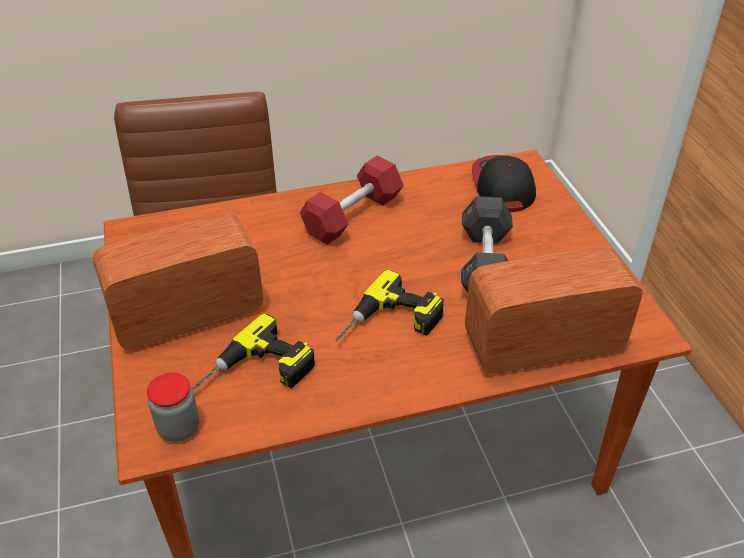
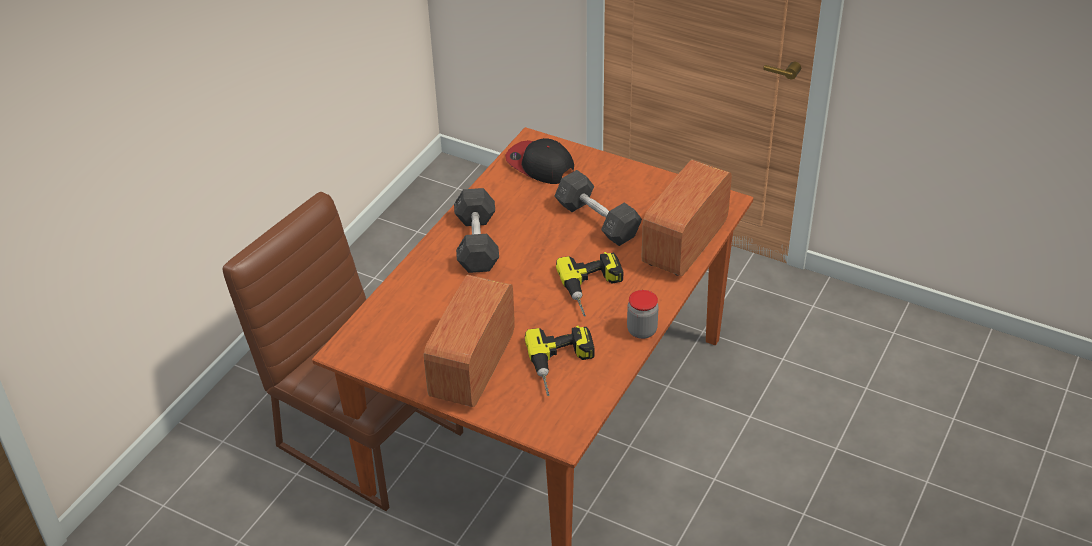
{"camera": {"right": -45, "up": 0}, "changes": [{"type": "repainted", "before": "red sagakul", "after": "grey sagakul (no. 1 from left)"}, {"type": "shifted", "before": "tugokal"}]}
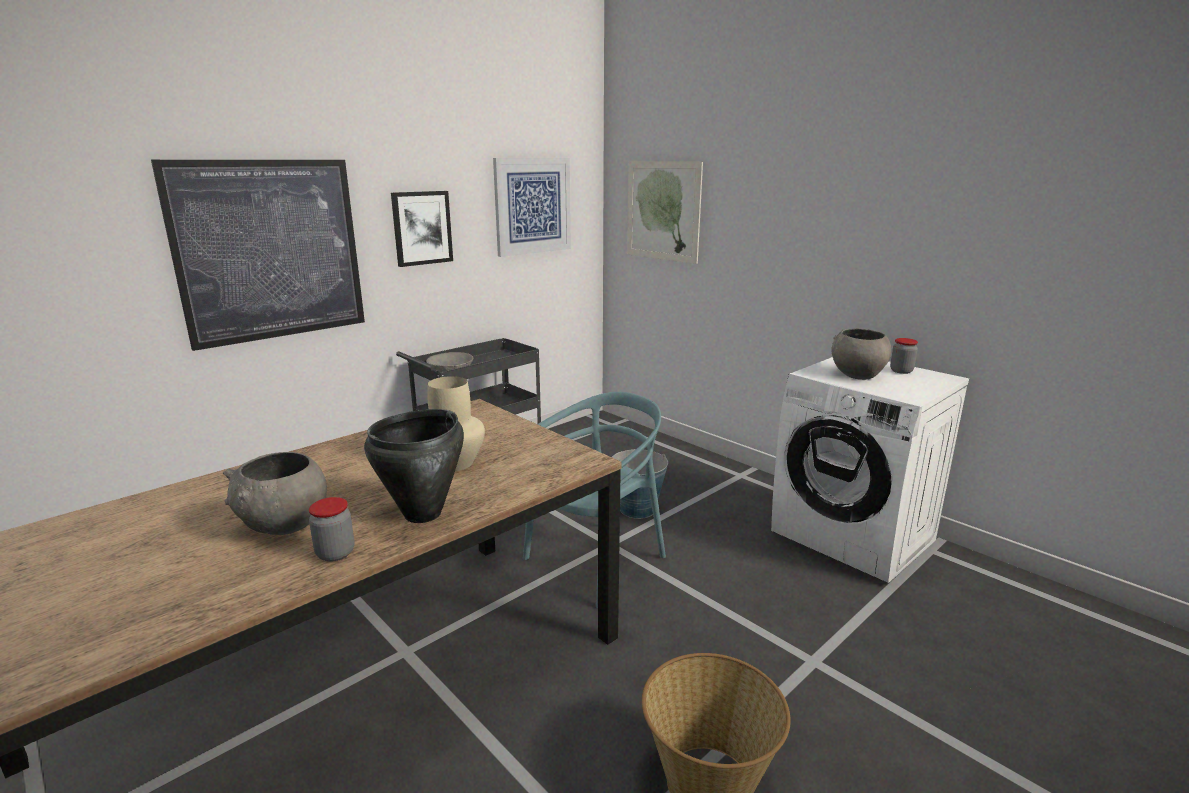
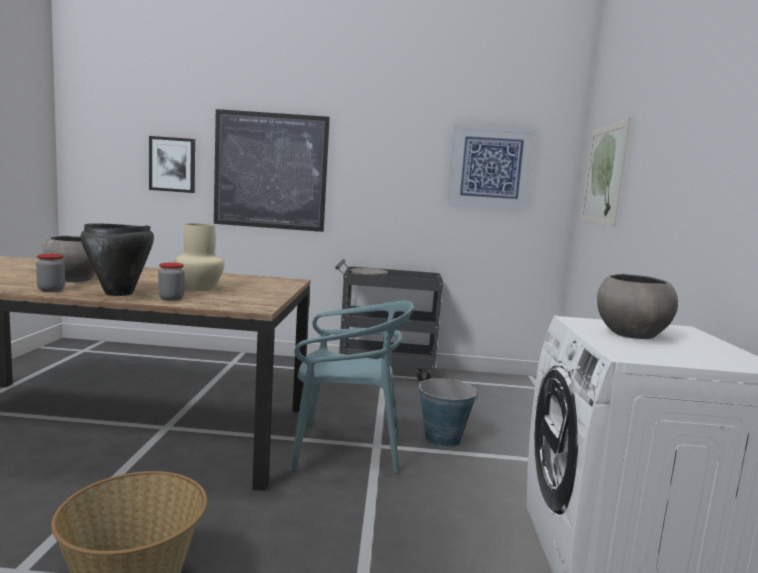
{"camera": {"right": 45, "up": -10}, "changes": [{"type": "shifted", "before": "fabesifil (no. 2 from left in the first image)", "after": "fabesifil (no. 1 from left)"}, {"type": "shifted", "before": "tugokal (no. 2 from left)"}]}
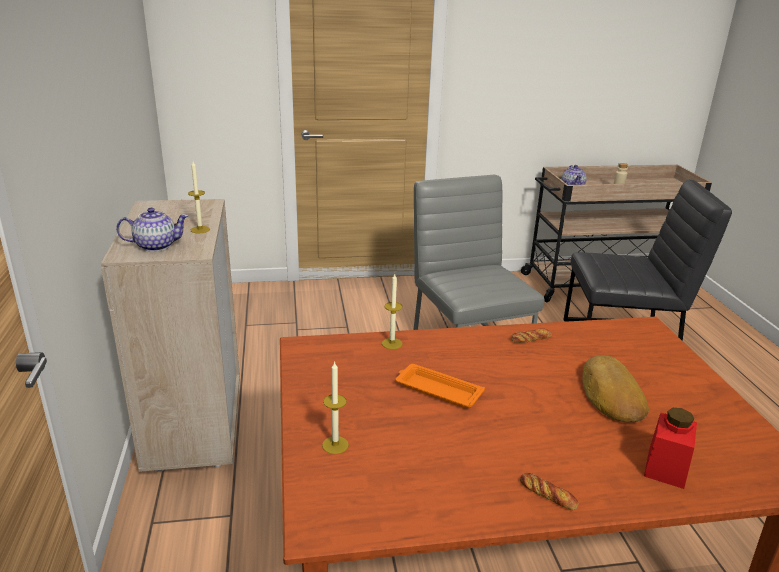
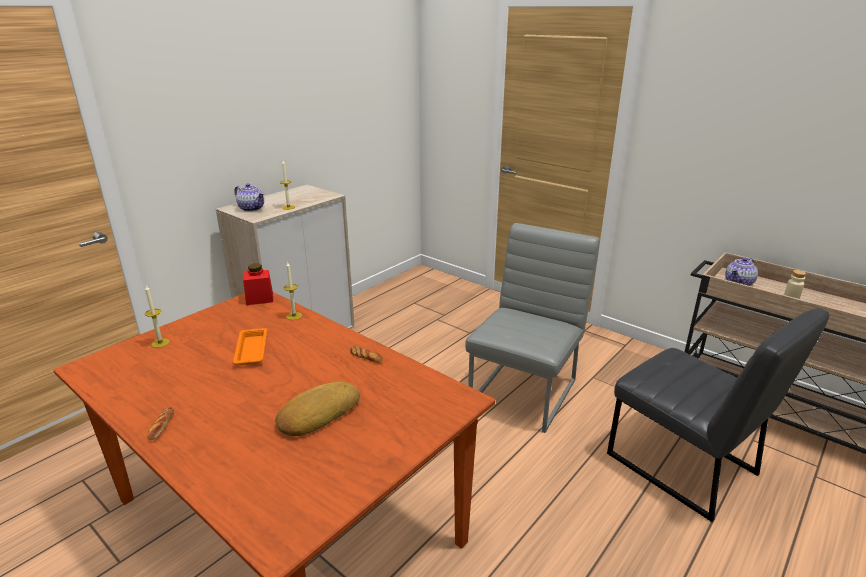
{"camera": {"right": 50, "up": 0}, "changes": [{"type": "shifted", "before": "red tugokal"}]}
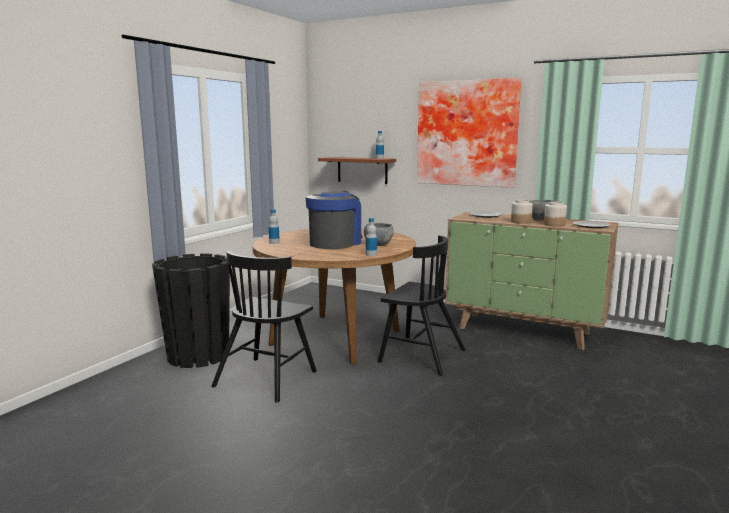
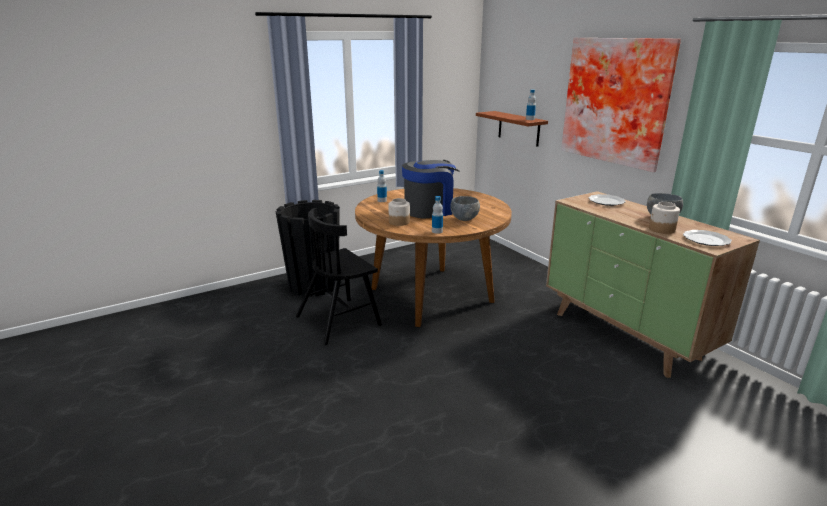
{"camera": {"right": 30, "up": 10}, "changes": [{"type": "shifted", "before": "tugokal (no. 1 from left)"}, {"type": "gone", "before": "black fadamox (no. 2 from left)"}]}
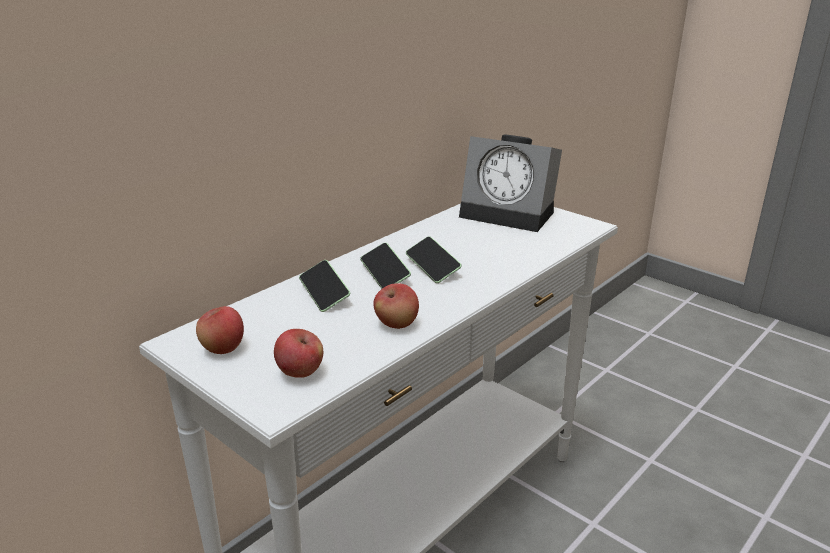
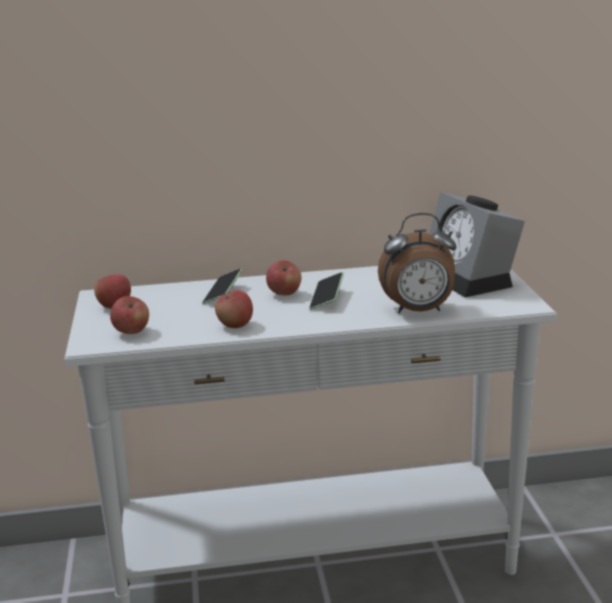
{"camera": {"right": 40, "up": -5}, "changes": [{"type": "swapped", "before": "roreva (no. 2 from left)", "after": "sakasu (no. 4 from left)"}, {"type": "new", "after": "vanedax (no. 1 from left)"}]}
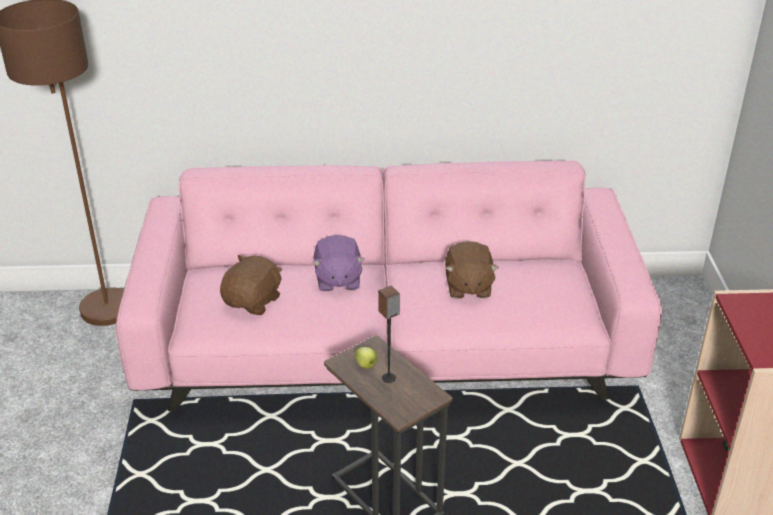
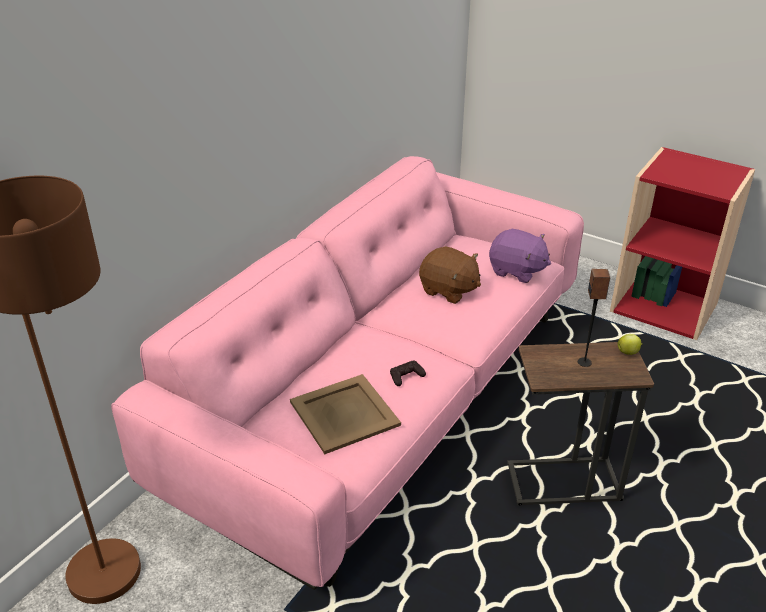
{"camera": {"right": -55, "up": 0}, "changes": [{"type": "shifted", "before": "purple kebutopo"}, {"type": "swapped", "before": "brown kebutopo (no. 1 from left)", "after": "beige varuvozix"}, {"type": "shifted", "before": "sakasu"}, {"type": "new", "after": "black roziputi"}]}
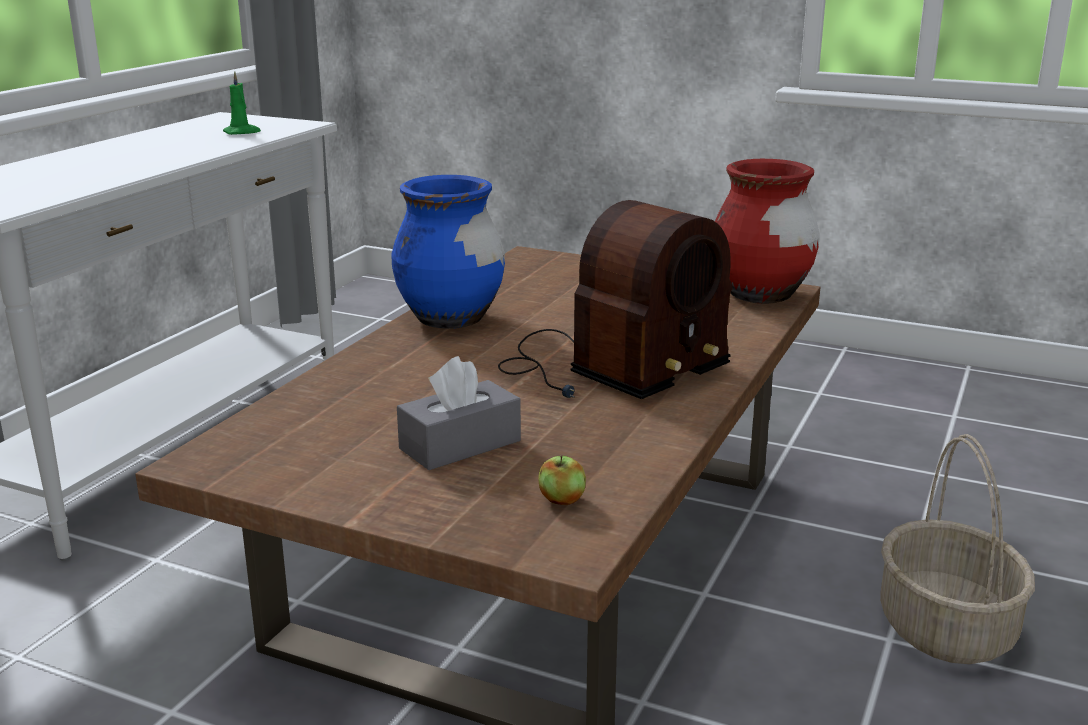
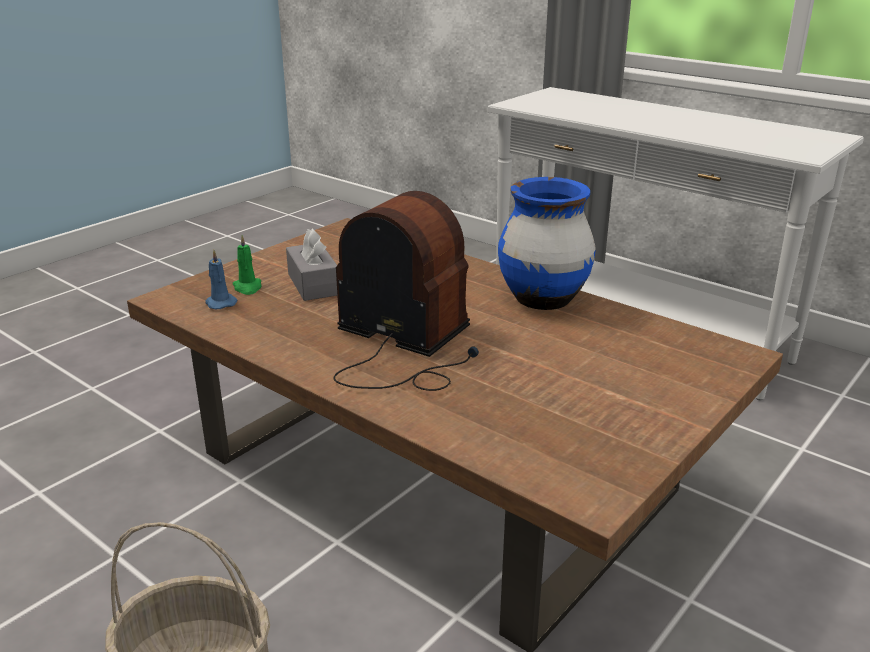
{"camera": {"right": 105, "up": 5}, "changes": [{"type": "shifted", "before": "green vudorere"}, {"type": "gone", "before": "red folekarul"}, {"type": "rotated", "before": "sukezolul", "turn": 150}, {"type": "swapped", "before": "sakasu", "after": "blue vudorere"}]}
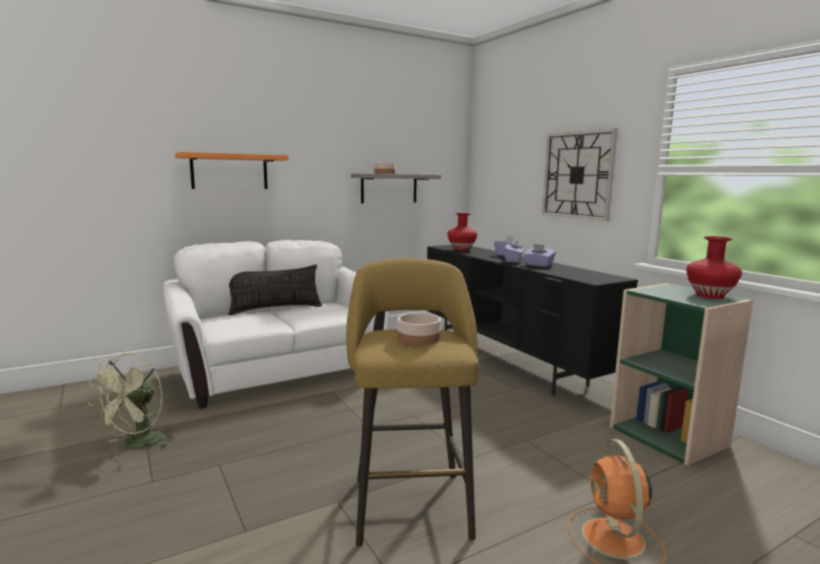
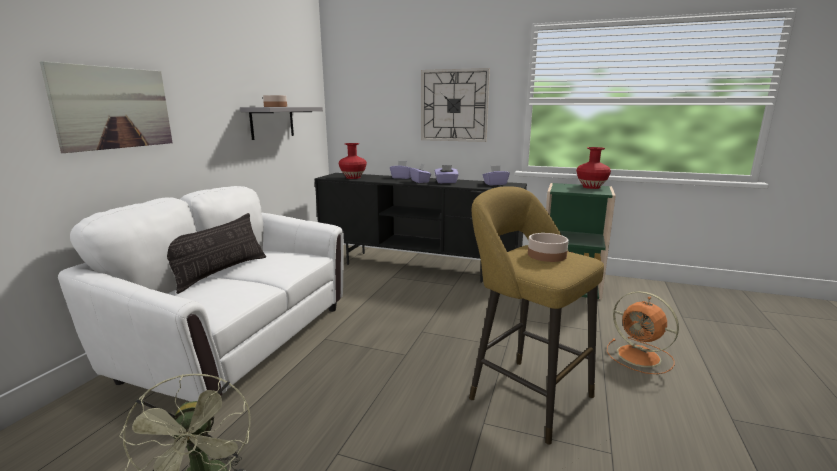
{"camera": {"right": -40, "up": 5}, "changes": [{"type": "swapped", "before": "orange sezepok", "after": "fabesifil"}, {"type": "new", "after": "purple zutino (no. 4 from left)"}]}
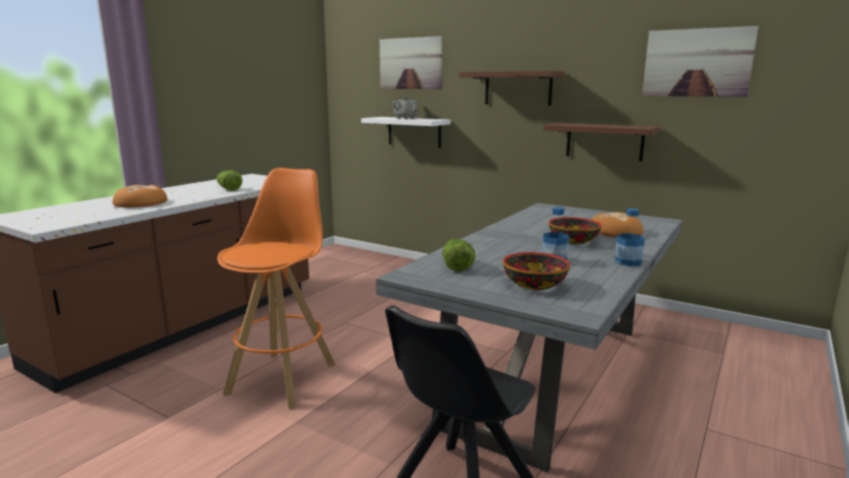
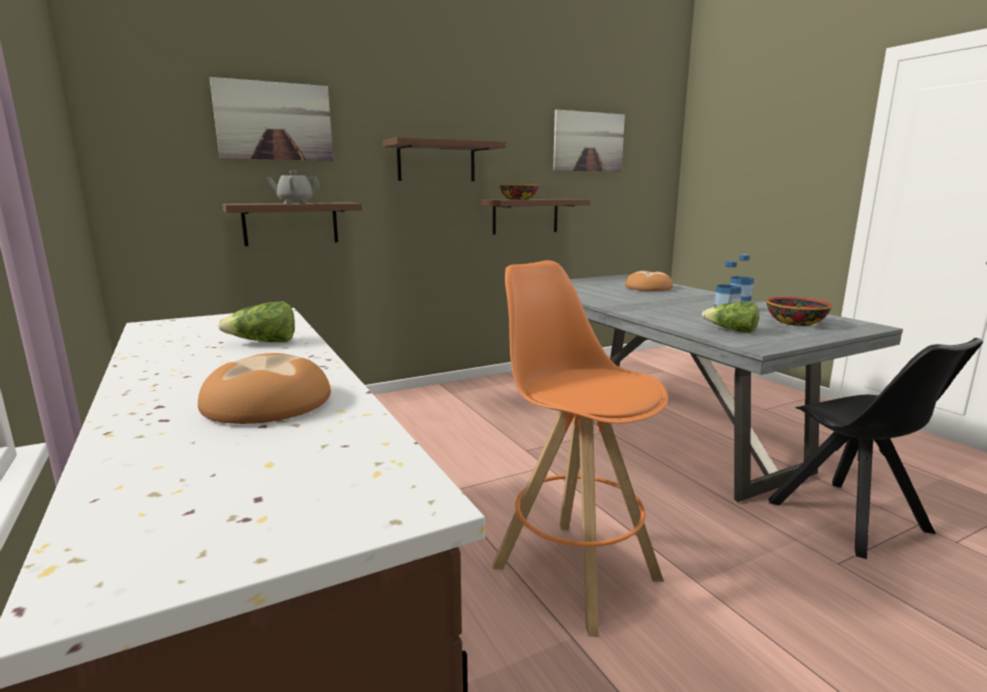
{"camera": {"right": -60, "up": 0}, "changes": [{"type": "repainted", "before": "white sezepok", "after": "brown sezepok (no. 1 from left)"}, {"type": "shifted", "before": "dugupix (no. 2 from left in the first image)", "after": "dugupix (no. 1 from left)"}]}
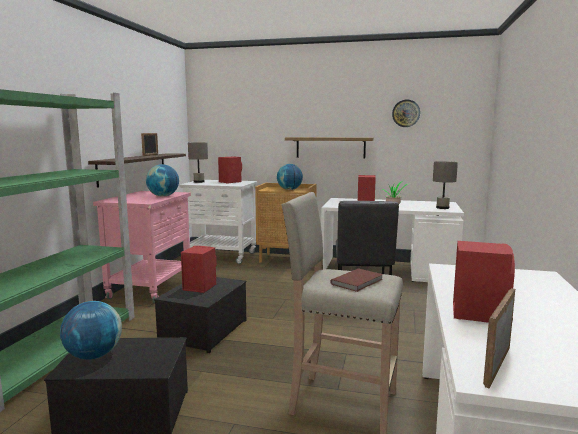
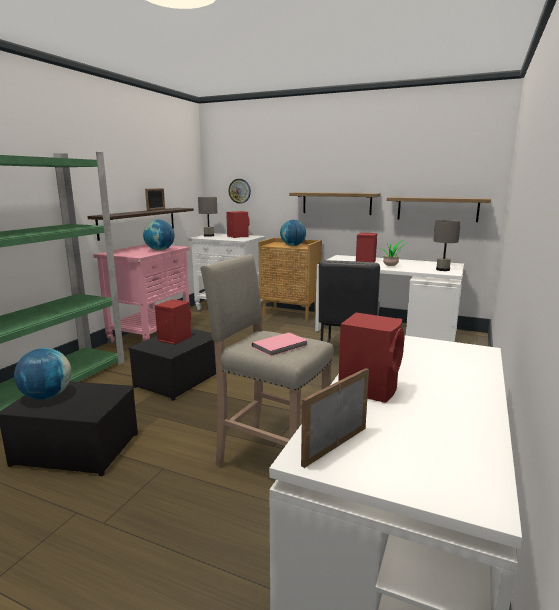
{"camera": {"right": 10, "up": 5}, "changes": [{"type": "shifted", "before": "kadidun"}, {"type": "repainted", "before": "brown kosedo", "after": "pink kosedo"}, {"type": "new", "after": "sezepok (no. 3 from left)"}]}
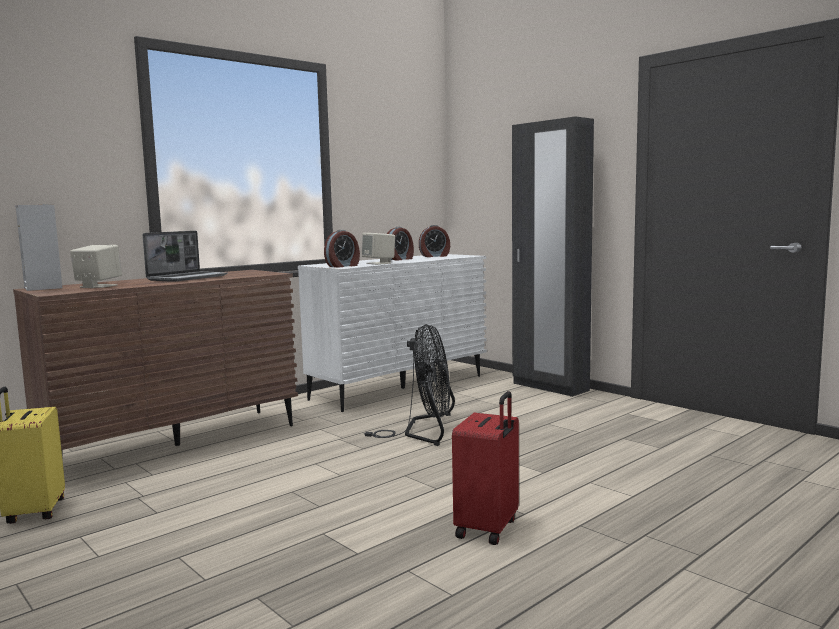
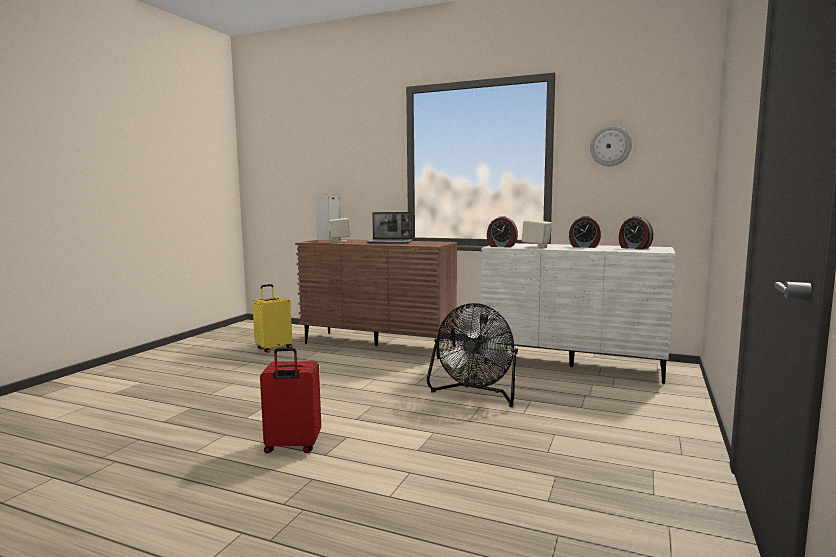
{"camera": {"right": 65, "up": 0}, "changes": [{"type": "gone", "before": "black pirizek"}, {"type": "rotated", "before": "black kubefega", "turn": 45}, {"type": "new", "after": "kadidun"}]}
